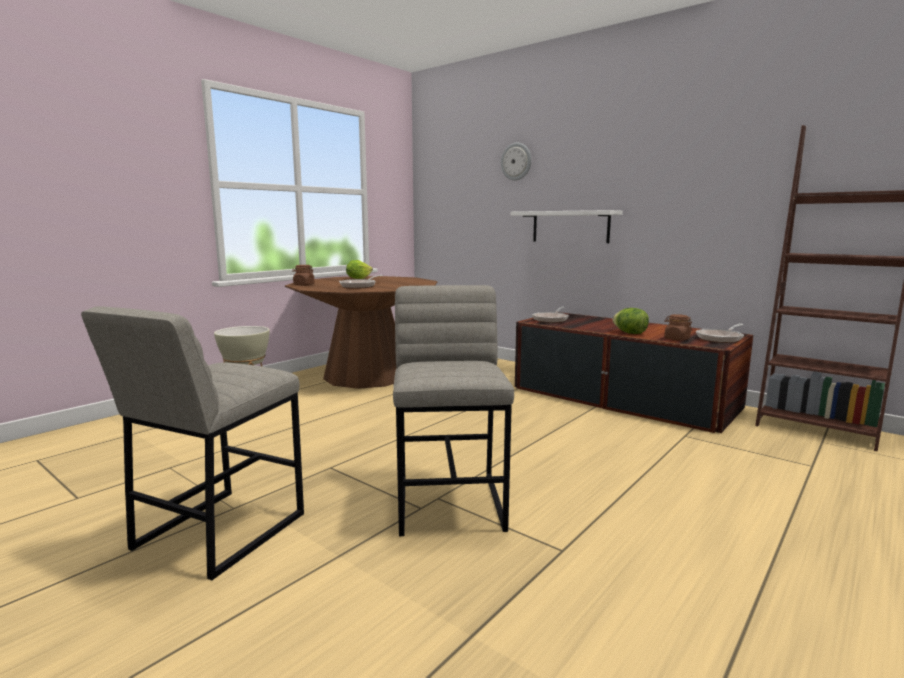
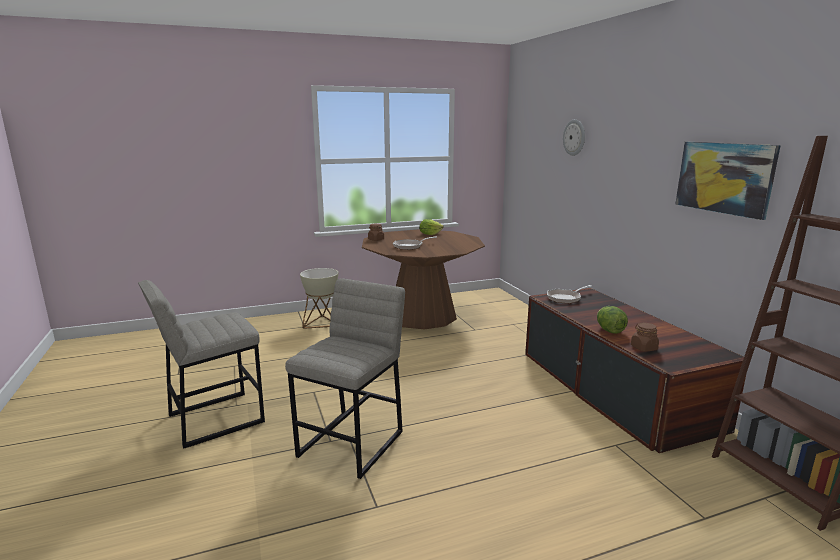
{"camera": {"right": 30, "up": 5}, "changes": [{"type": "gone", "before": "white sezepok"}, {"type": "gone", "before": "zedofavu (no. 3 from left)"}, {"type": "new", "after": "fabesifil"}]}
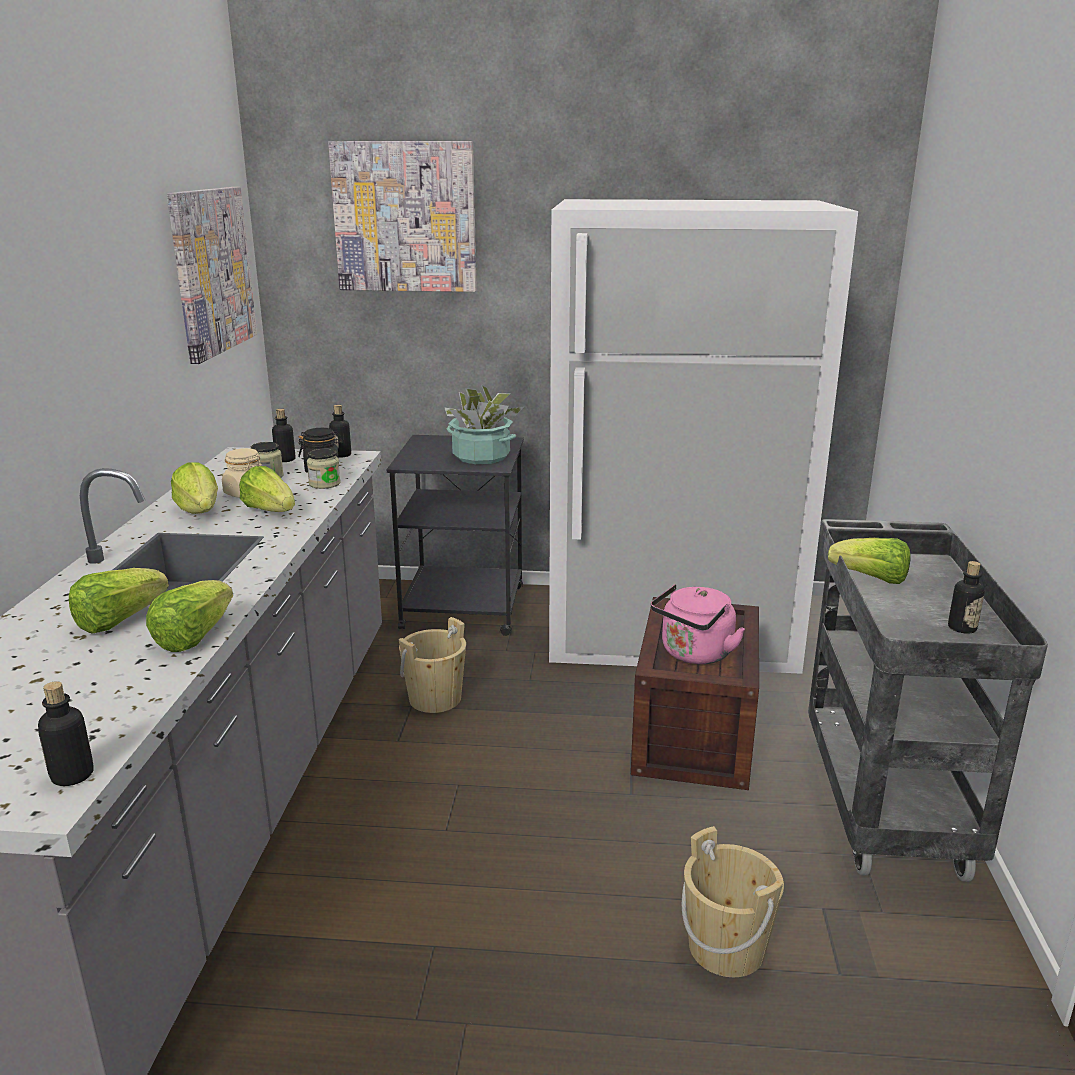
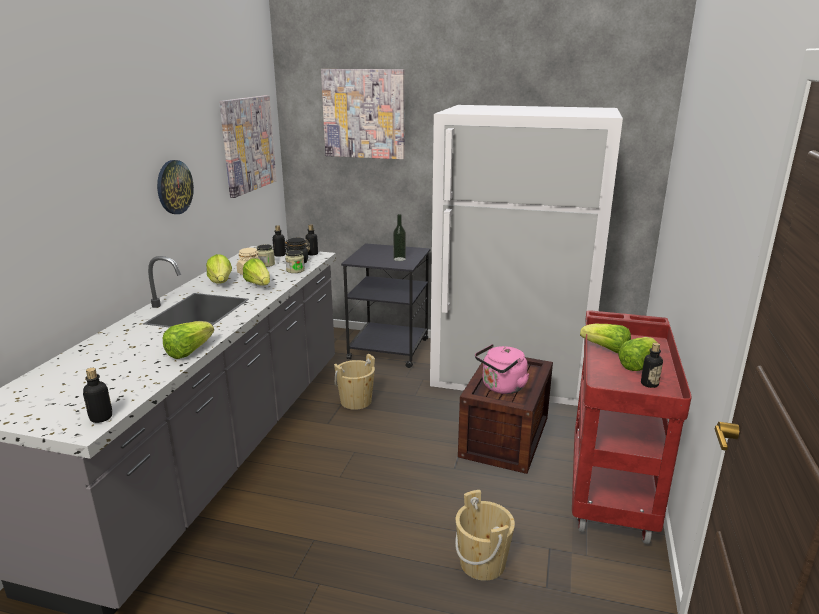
{"camera": {"right": 10, "up": 0}, "changes": [{"type": "swapped", "before": "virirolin", "after": "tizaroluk (no. 4 from left)"}, {"type": "repainted", "before": "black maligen (no. 2 from left)", "after": "red maligen"}, {"type": "shifted", "before": "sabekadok (no. 1 from left in the first image)", "after": "sabekadok (no. 5 from left)"}, {"type": "new", "after": "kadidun"}]}
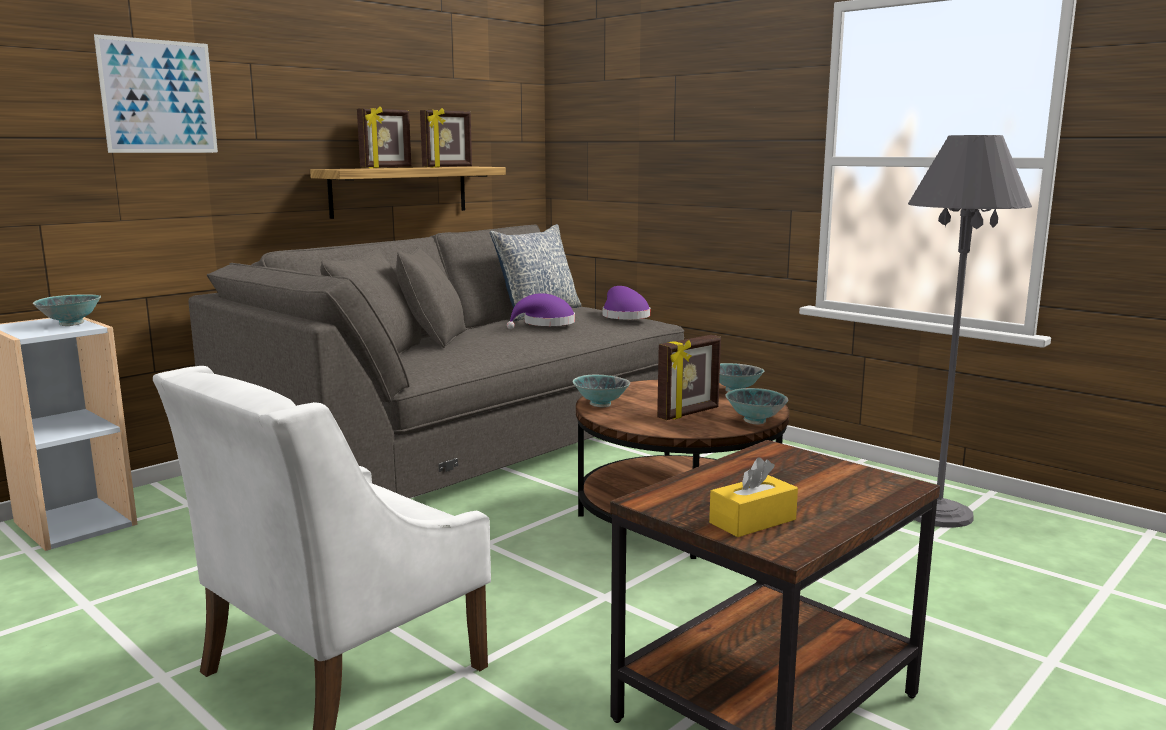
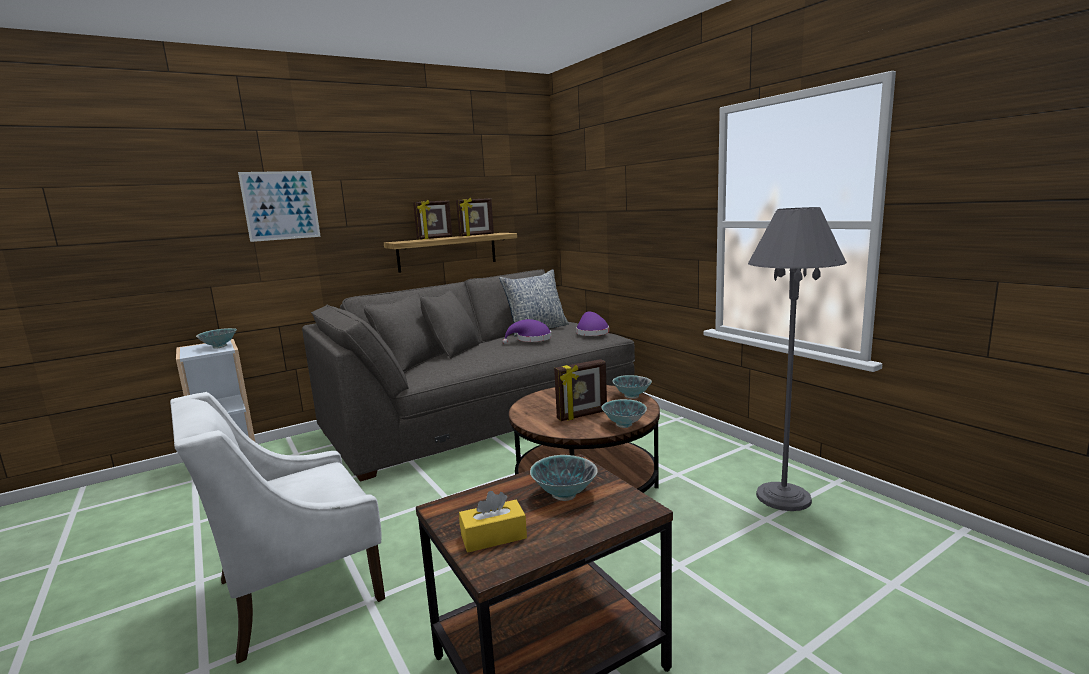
{"camera": {"right": 15, "up": 0}, "changes": [{"type": "shifted", "before": "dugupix (no. 2 from left)"}]}
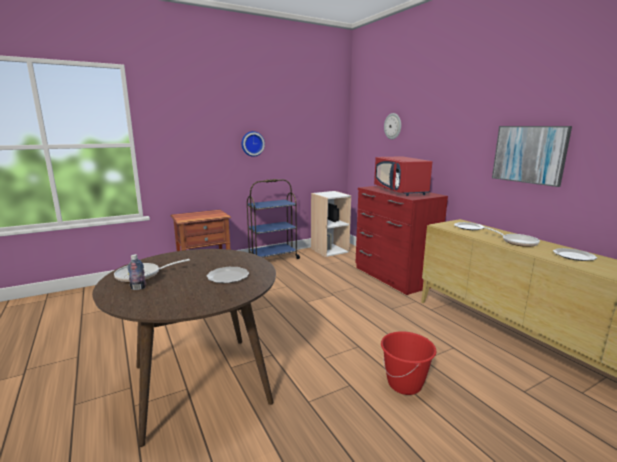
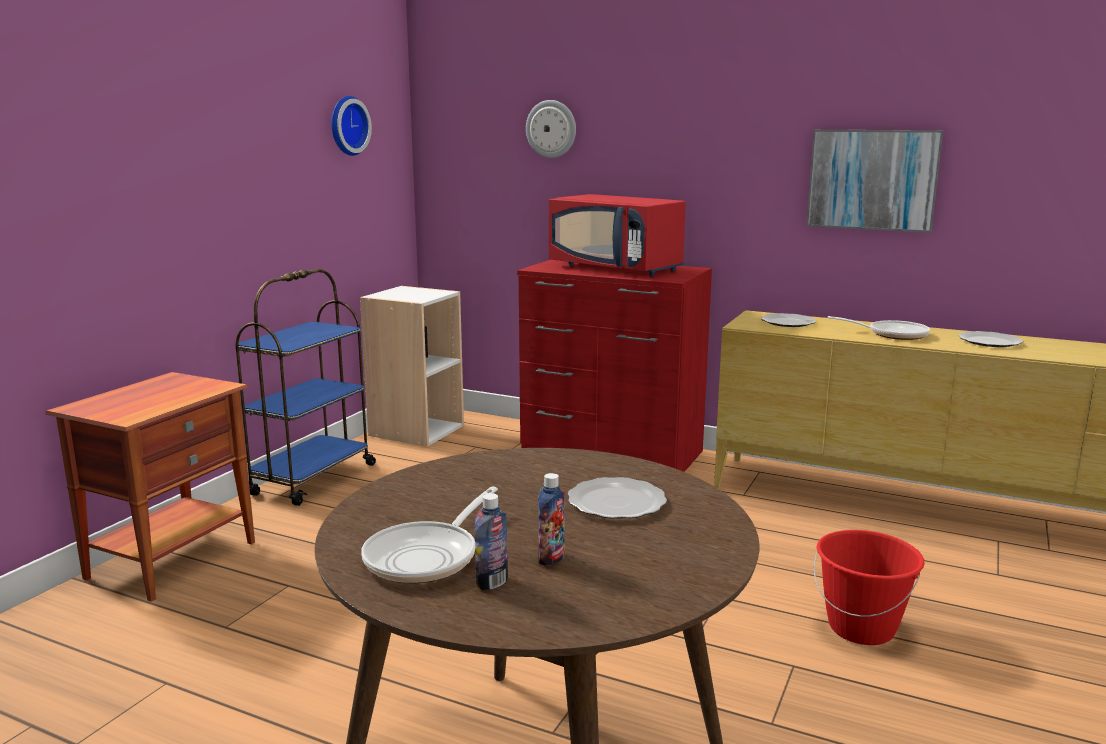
{"camera": {"right": -35, "up": 0}, "changes": [{"type": "shifted", "before": "kadidun (no. 1 from left)"}, {"type": "new", "after": "tizaroluk (no. 2 from left)"}]}
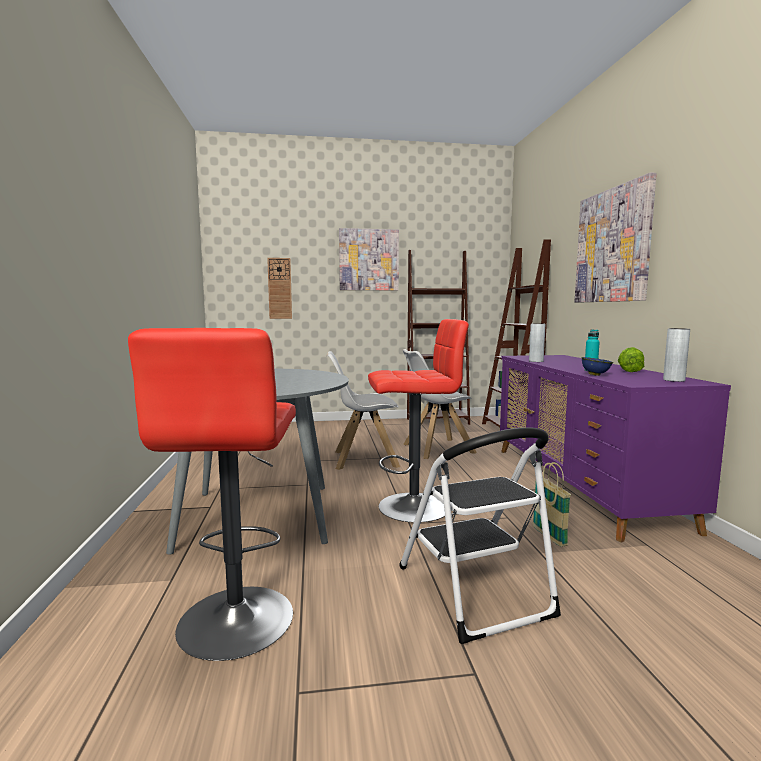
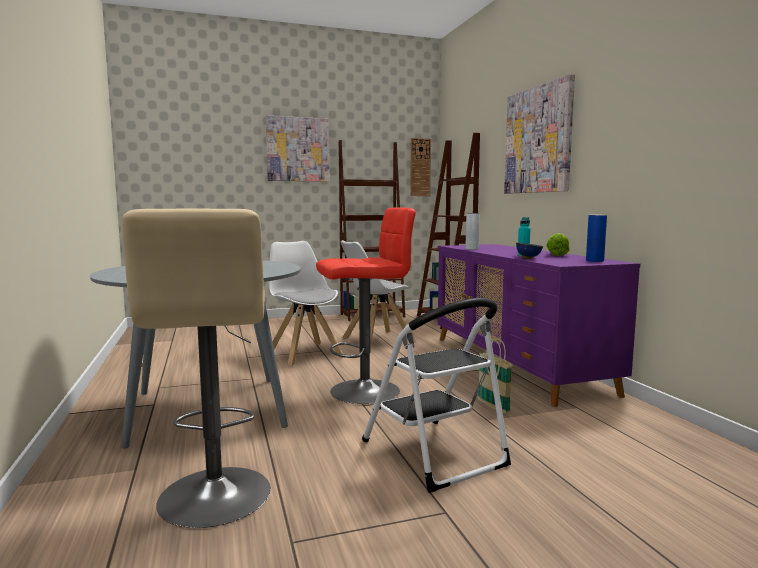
{"camera": {"right": -10, "up": 0}, "changes": [{"type": "shifted", "before": "kadidun"}, {"type": "repainted", "before": "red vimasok (no. 1 from left)", "after": "beige vimasok"}, {"type": "repainted", "before": "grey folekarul (no. 2 from left)", "after": "blue folekarul"}, {"type": "rotated", "before": "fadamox (no. 1 from left)", "turn": 75}]}
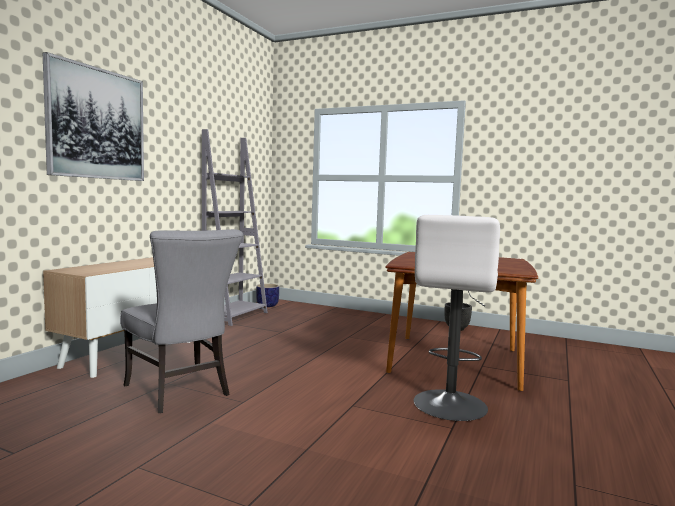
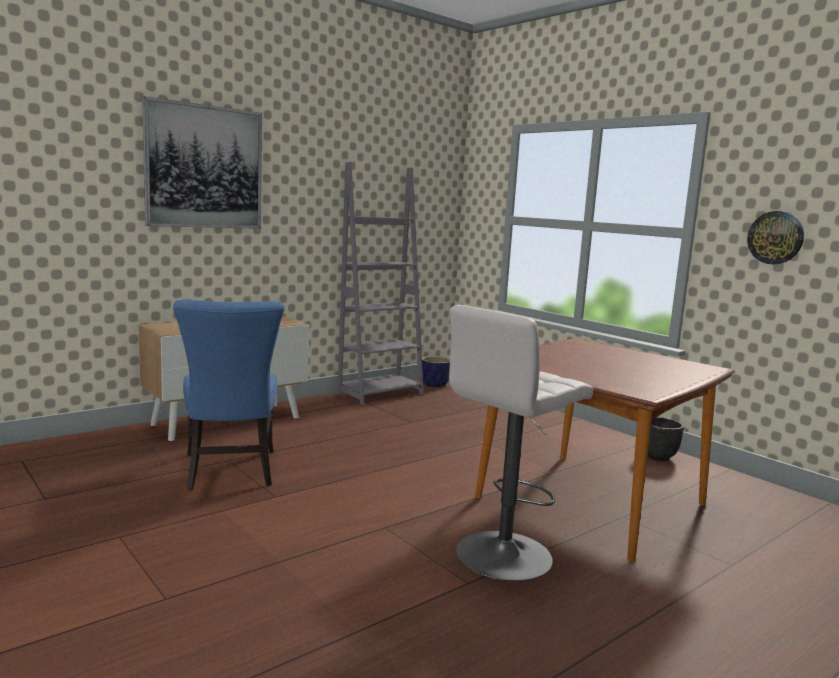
{"camera": {"right": 25, "up": 5}, "changes": [{"type": "repainted", "before": "grey fadamox", "after": "blue fadamox"}, {"type": "new", "after": "kadidun"}]}
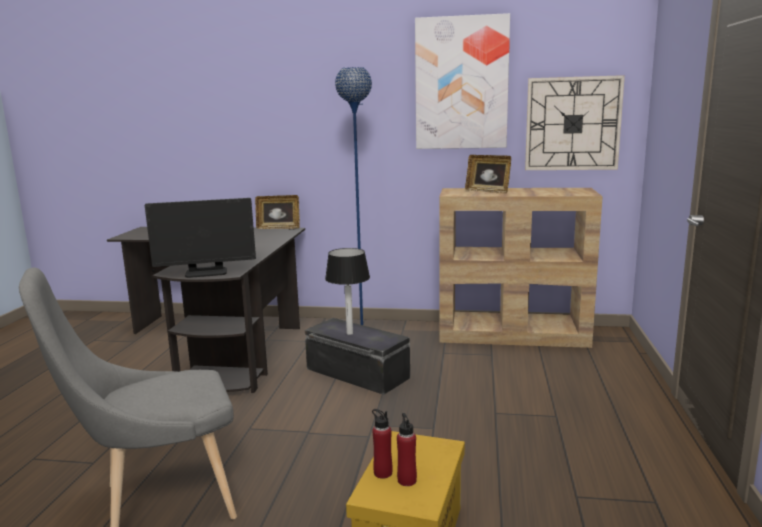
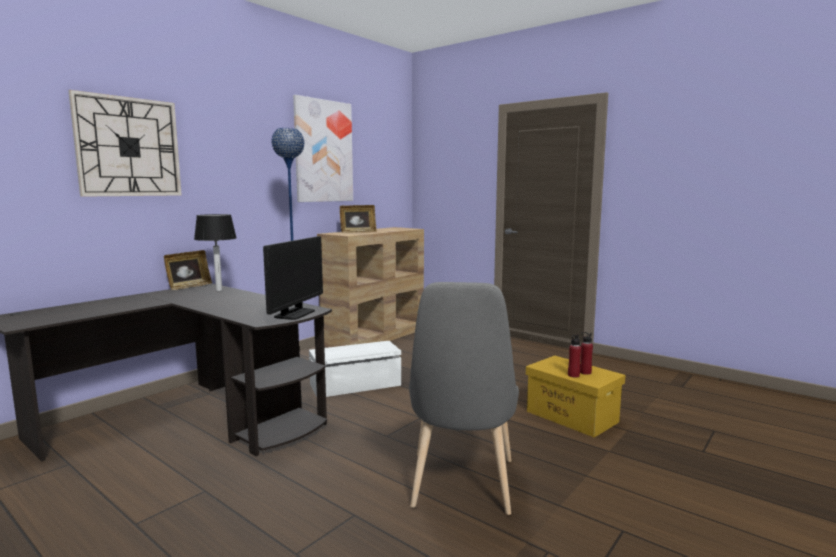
{"camera": {"right": -60, "up": -5}, "changes": [{"type": "shifted", "before": "kadidun"}, {"type": "shifted", "before": "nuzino"}, {"type": "repainted", "before": "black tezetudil", "after": "white tezetudil"}]}
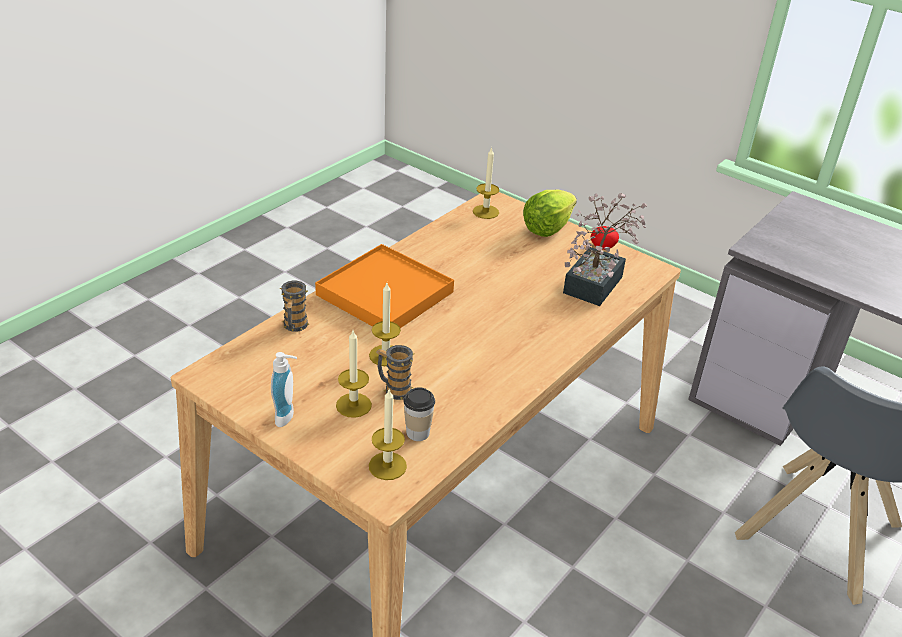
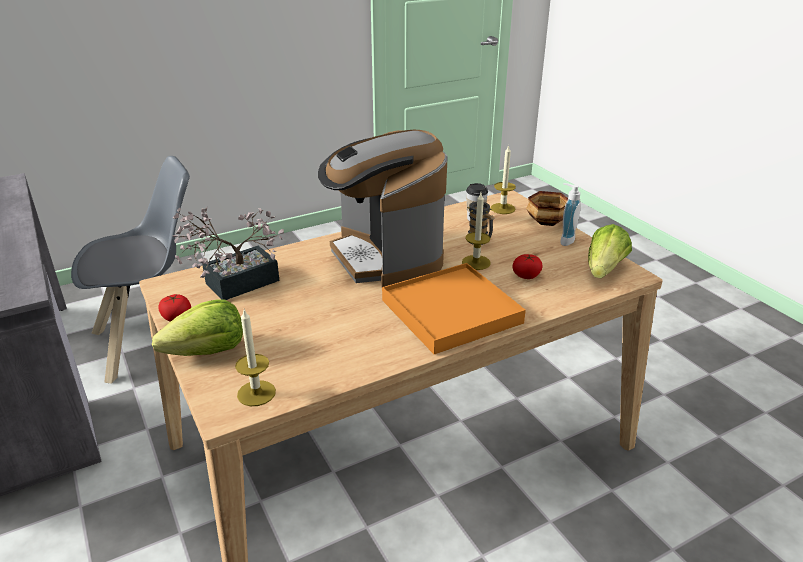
{"camera": {"right": -155, "up": -5}, "changes": [{"type": "gone", "before": "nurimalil (no. 1 from left)"}, {"type": "gone", "before": "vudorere (no. 1 from left)"}, {"type": "new", "after": "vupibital"}, {"type": "new", "after": "dugupix"}, {"type": "new", "after": "sabekadok (no. 2 from left)"}, {"type": "new", "after": "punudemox (no. 2 from left)"}]}
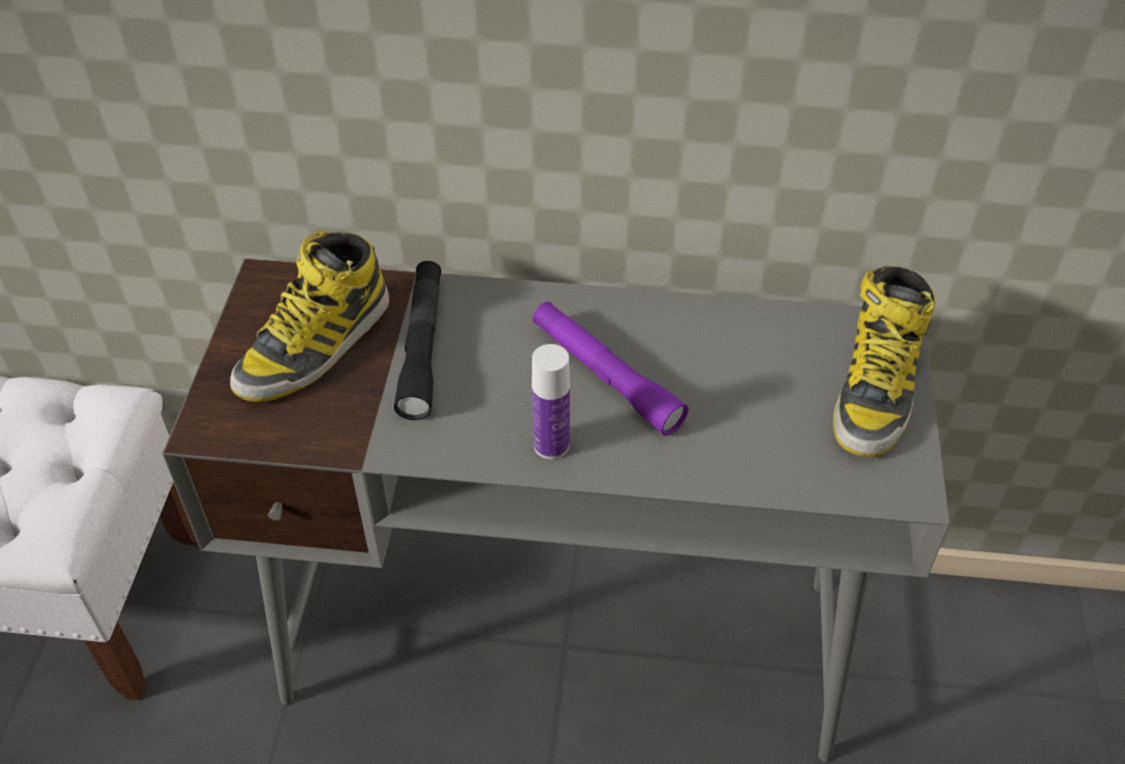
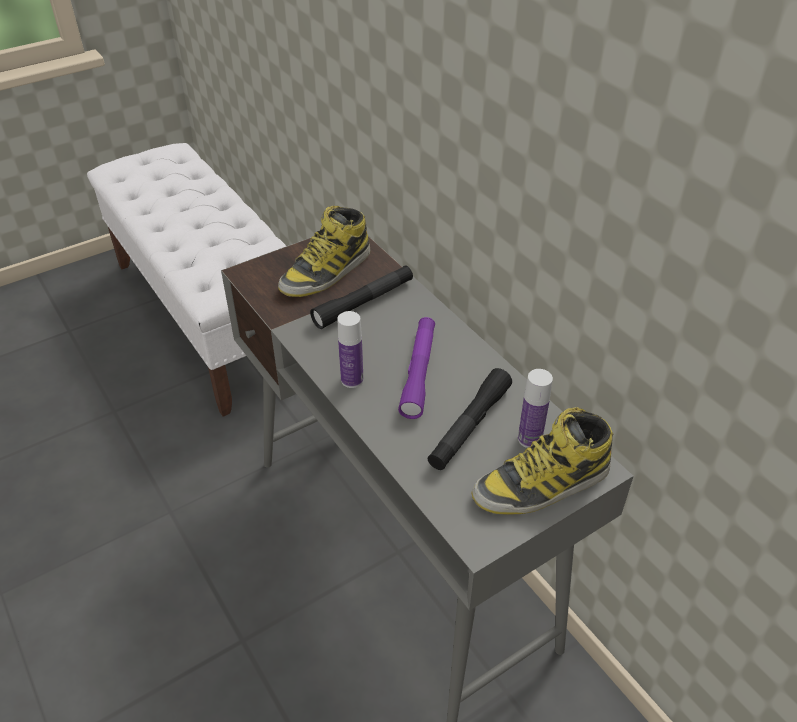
{"camera": {"right": 50, "up": -5}, "changes": [{"type": "rotated", "before": "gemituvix (no. 1 from left)", "turn": -45}, {"type": "new", "after": "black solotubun (no. 2 from left)"}, {"type": "new", "after": "tizaroluk (no. 2 from left)"}]}
